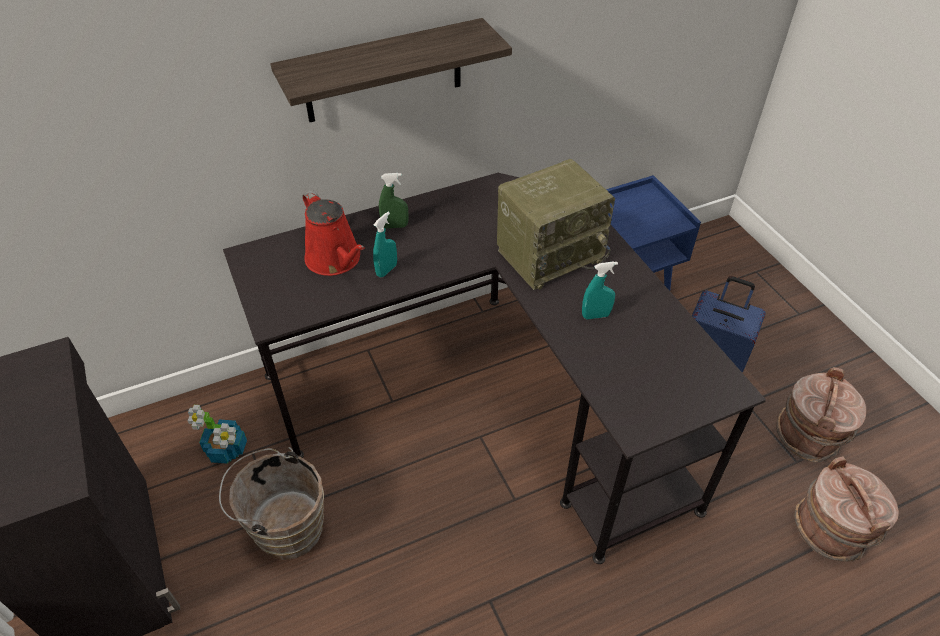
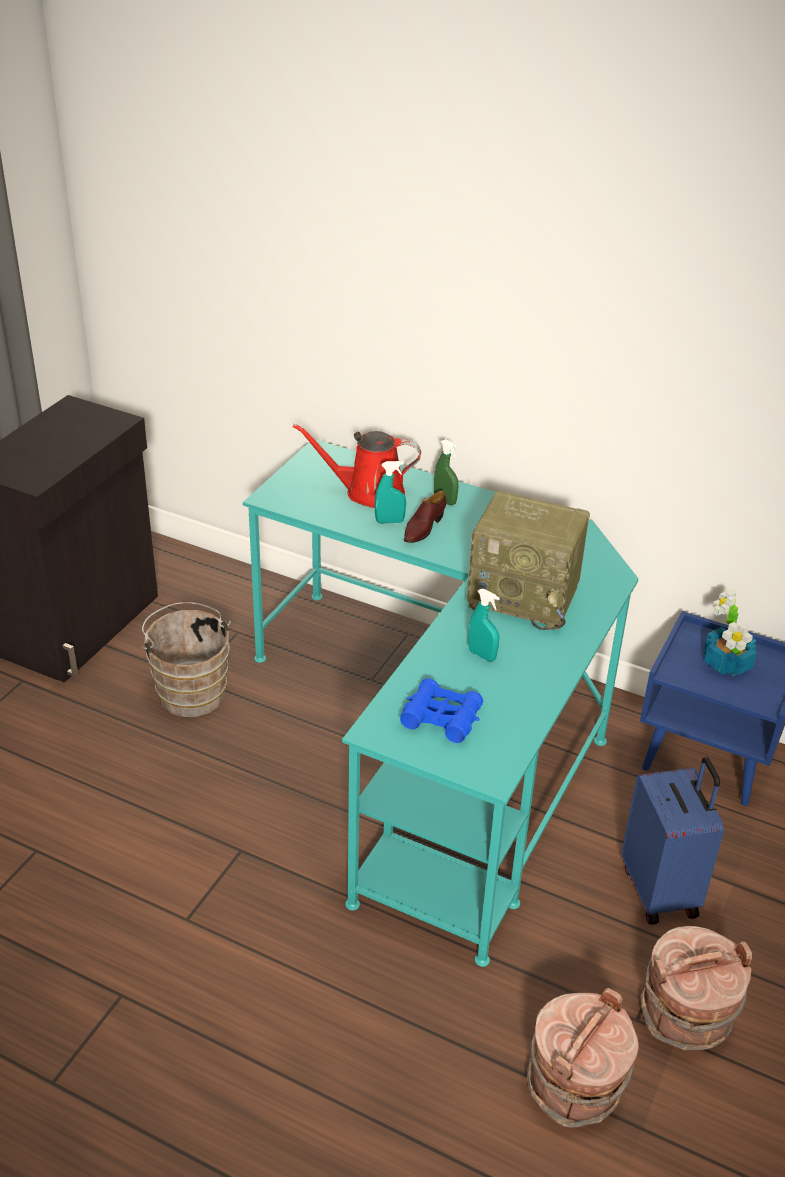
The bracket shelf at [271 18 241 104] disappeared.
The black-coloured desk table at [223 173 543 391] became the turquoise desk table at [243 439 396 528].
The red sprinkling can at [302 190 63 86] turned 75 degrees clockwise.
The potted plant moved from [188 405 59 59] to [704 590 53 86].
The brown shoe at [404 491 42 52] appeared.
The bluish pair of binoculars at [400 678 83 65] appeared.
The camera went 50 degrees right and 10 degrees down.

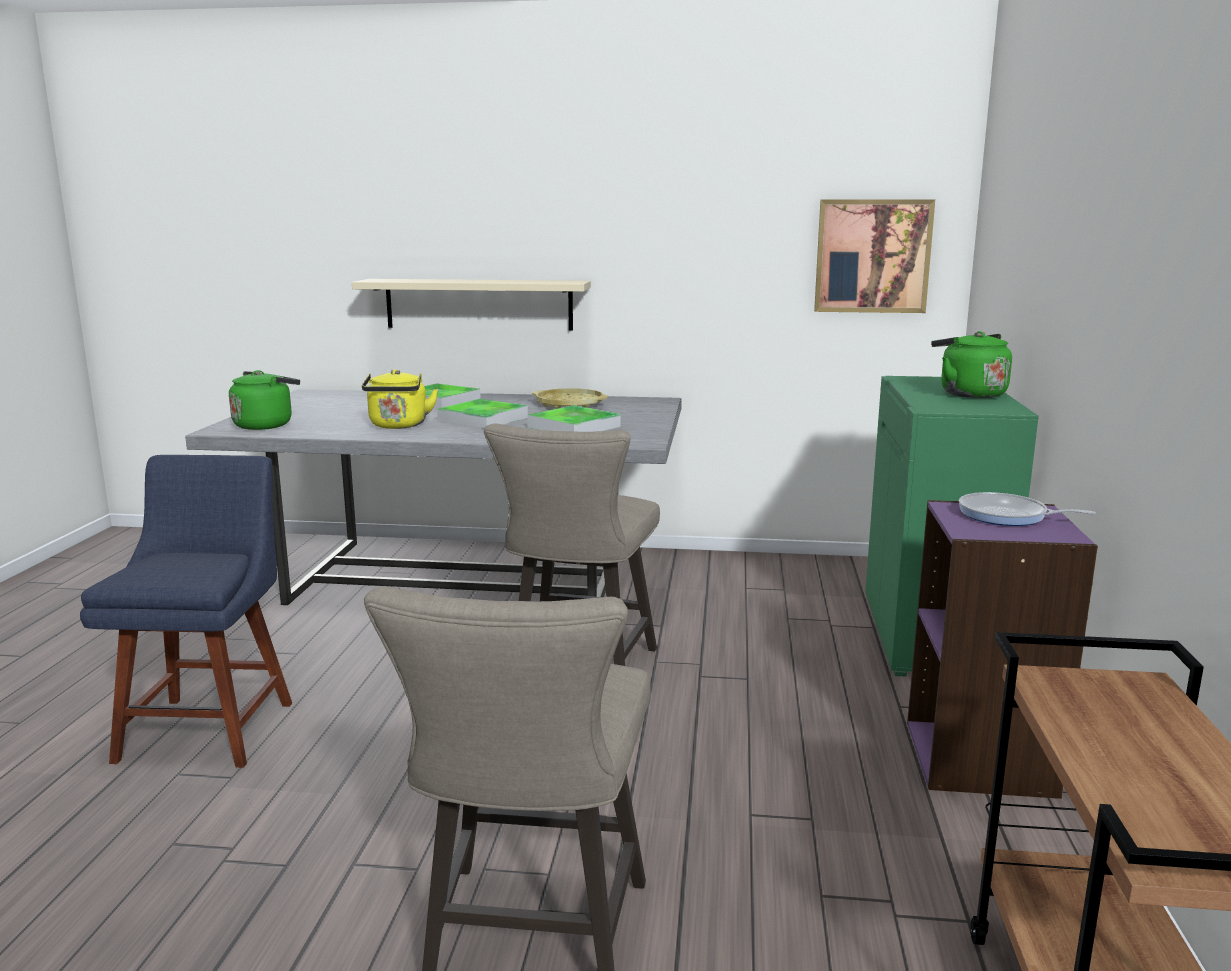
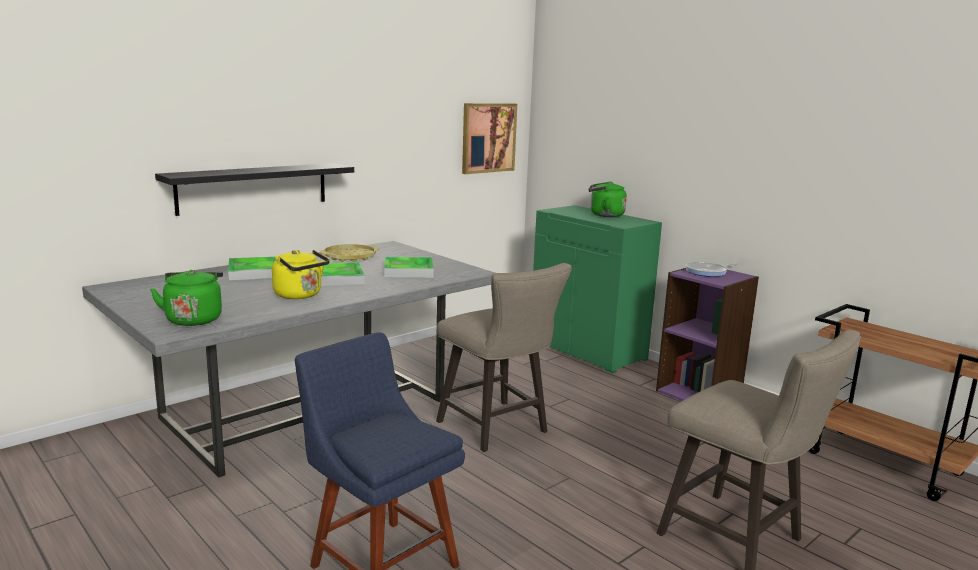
The sand-coloured bracket shelf at [352 279 239 51] became the black-coloured bracket shelf at [155 163 199 53].
The camera went 50 degrees left and 0 degrees up.

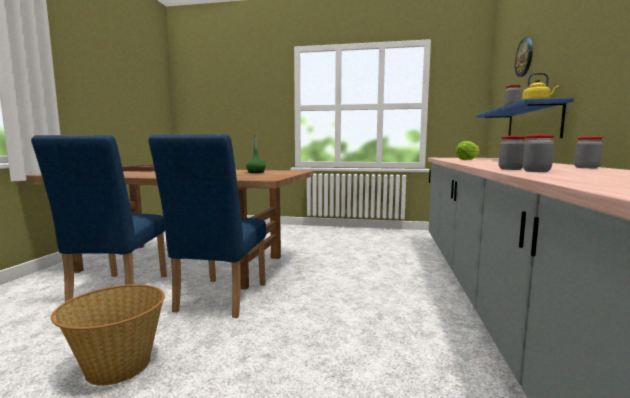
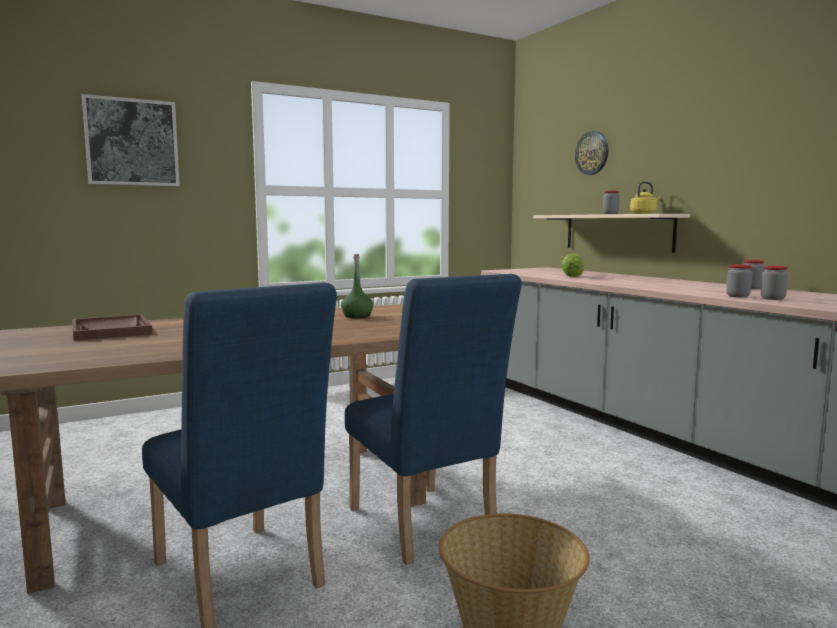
The bluish bracket shelf at [476 98 98 40] became the sand-coloured bracket shelf at [533 214 157 39].
The wall picture at [82 94 98 92] appeared.
The camera went 40 degrees left and 0 degrees up.

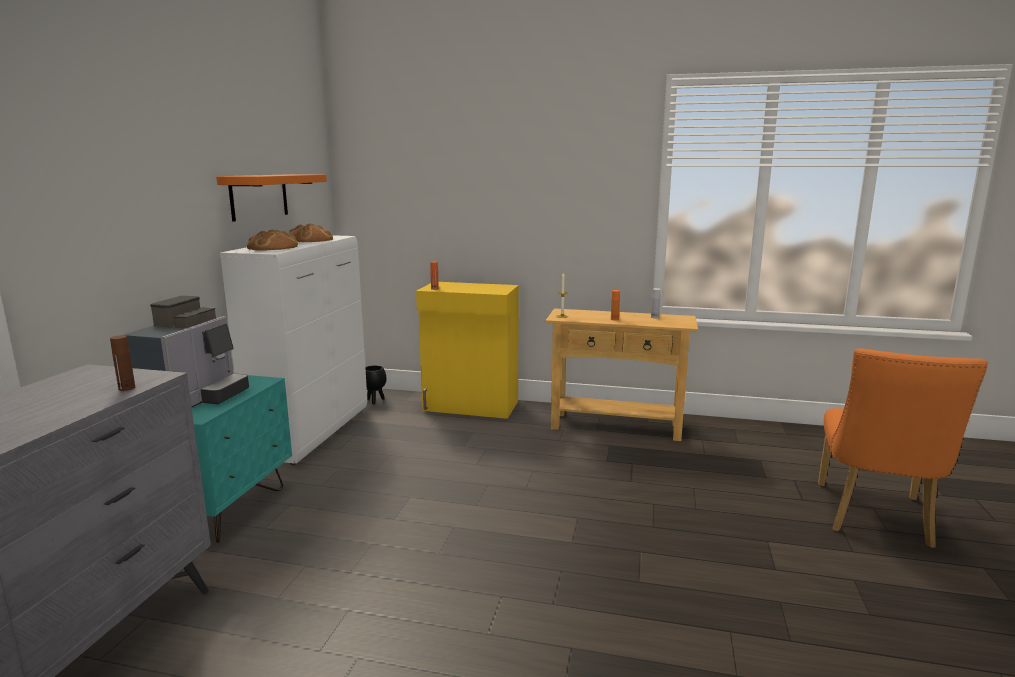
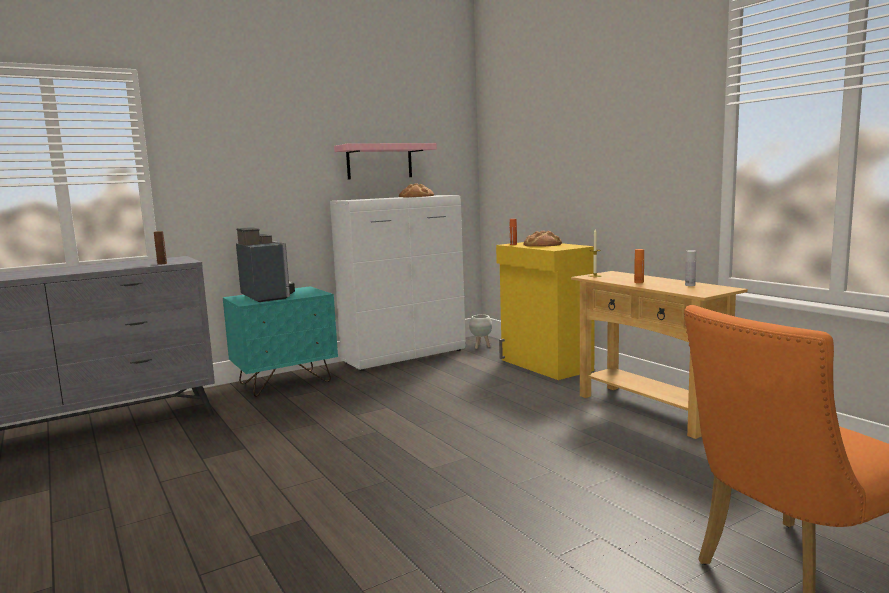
The orange bracket shelf at [216 174 111 48] became the pinkish bracket shelf at [334 143 103 36].
The bakery bread moved from [247 230 51 21] to [524 230 38 17].
The coffee maker at [124 296 125 112] turned 90 degrees counterclockwise.
The black-coloured plant pot at [365 365 22 39] became the white plant pot at [469 315 23 34].
The camera went 45 degrees right and 5 degrees down.

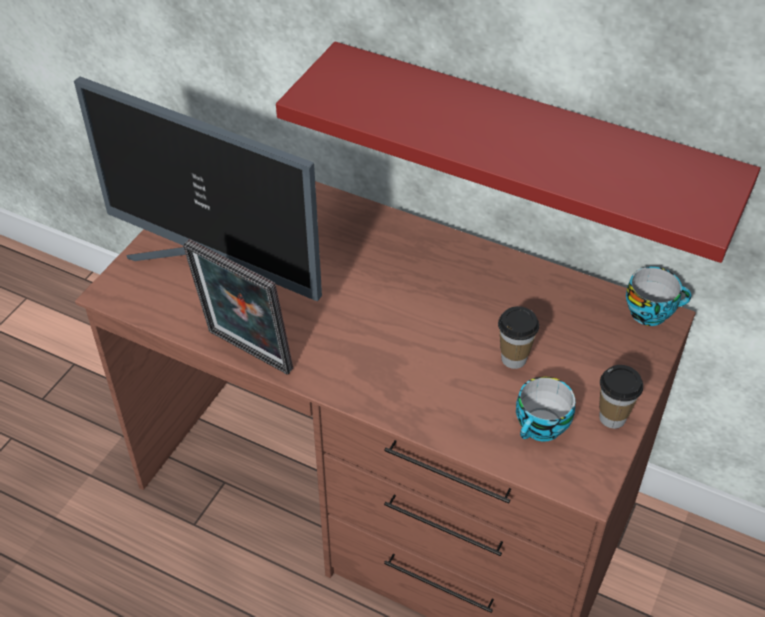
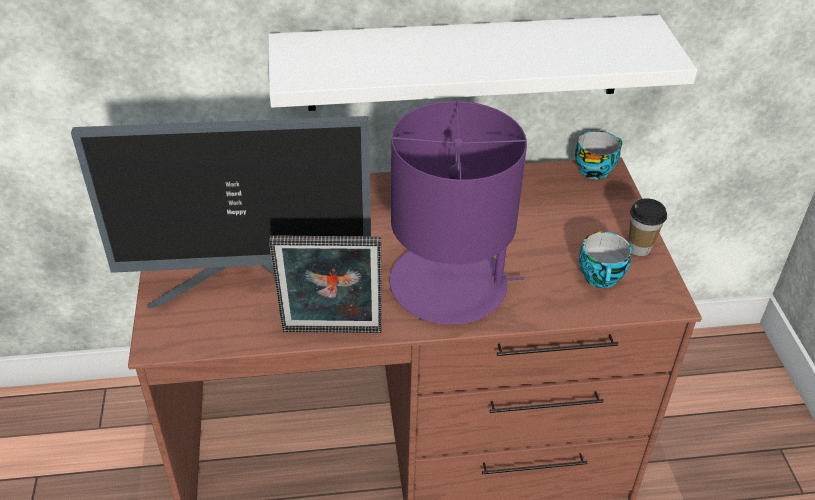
The red bracket shelf at [276 41 484 222] became the white bracket shelf at [268 15 429 96].
The cup at [498 306 41 63] disappeared.
The purple-coloured lamp for a table at [389 101 138 223] appeared.
The camera went 35 degrees left and 5 degrees down.

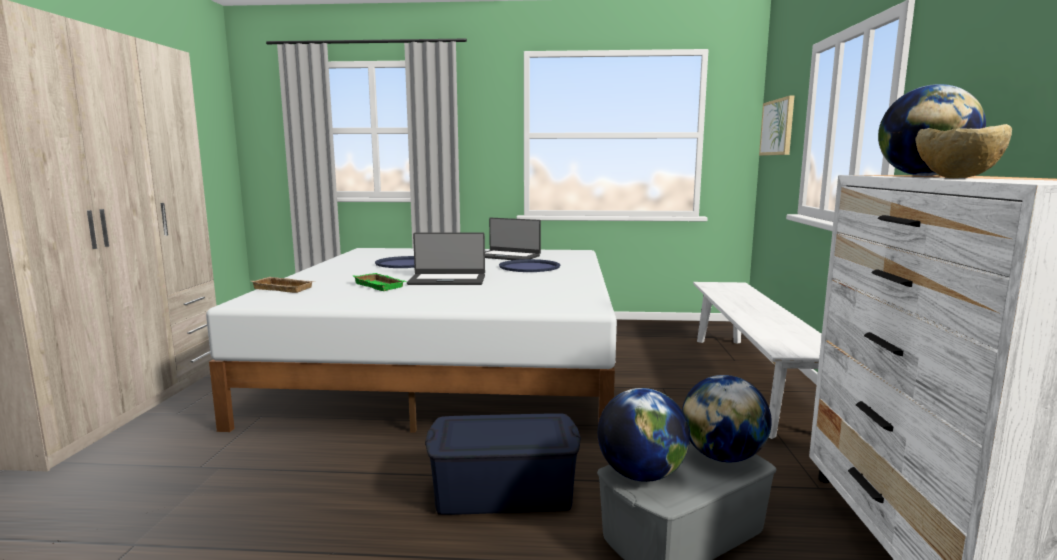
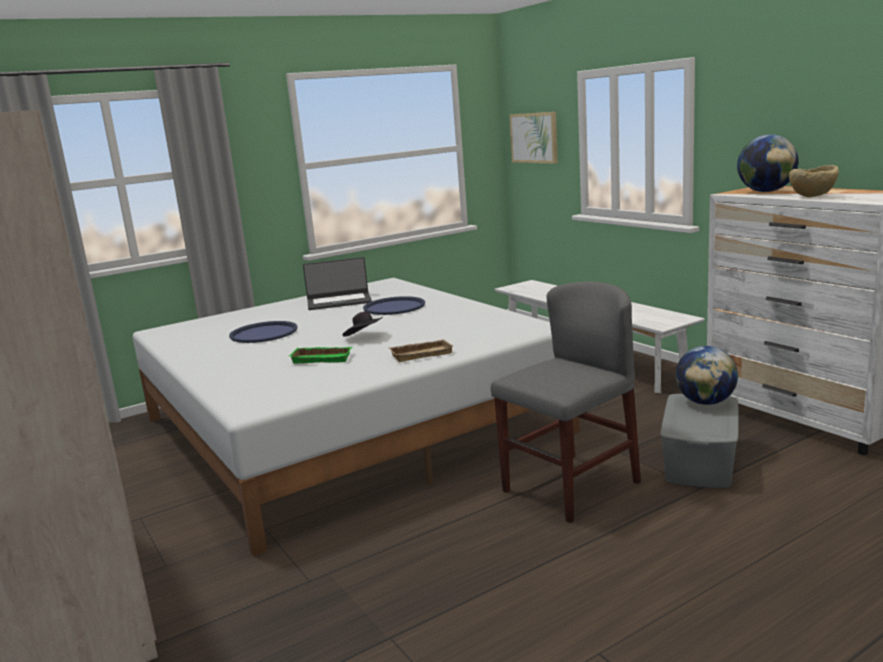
The notebook computer at [407 233 78 52] was replaced by the black-coloured hat at [343 311 40 26].
The sand-coloured tray moved from [251 277 65 16] to [388 339 65 23].
The desk globe at [598 388 92 94] disappeared.
The bluish storage bin at [425 413 156 102] was replaced by the gray plain chair at [491 282 150 241].
The camera went 35 degrees left and 5 degrees up.

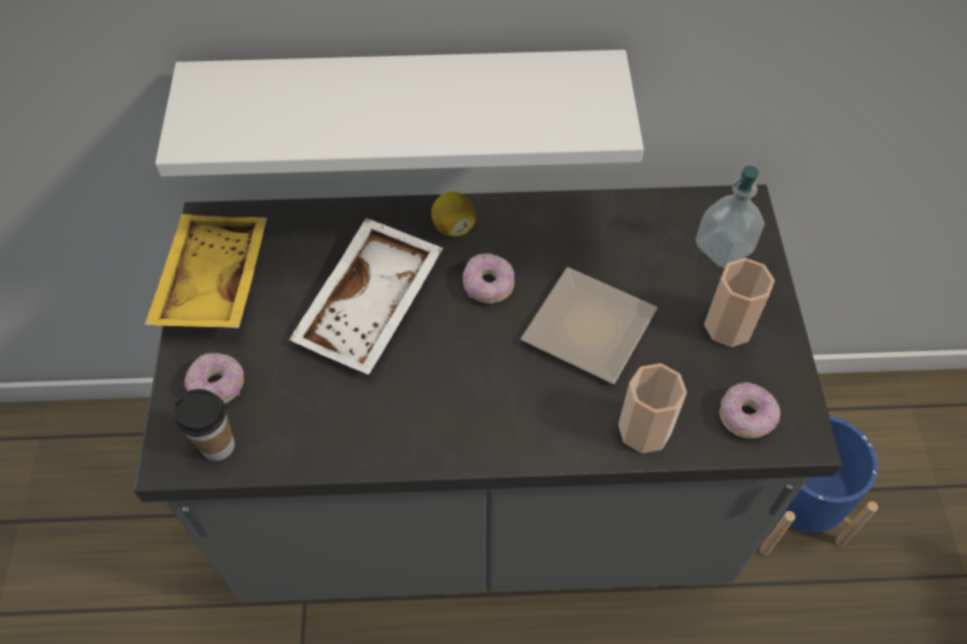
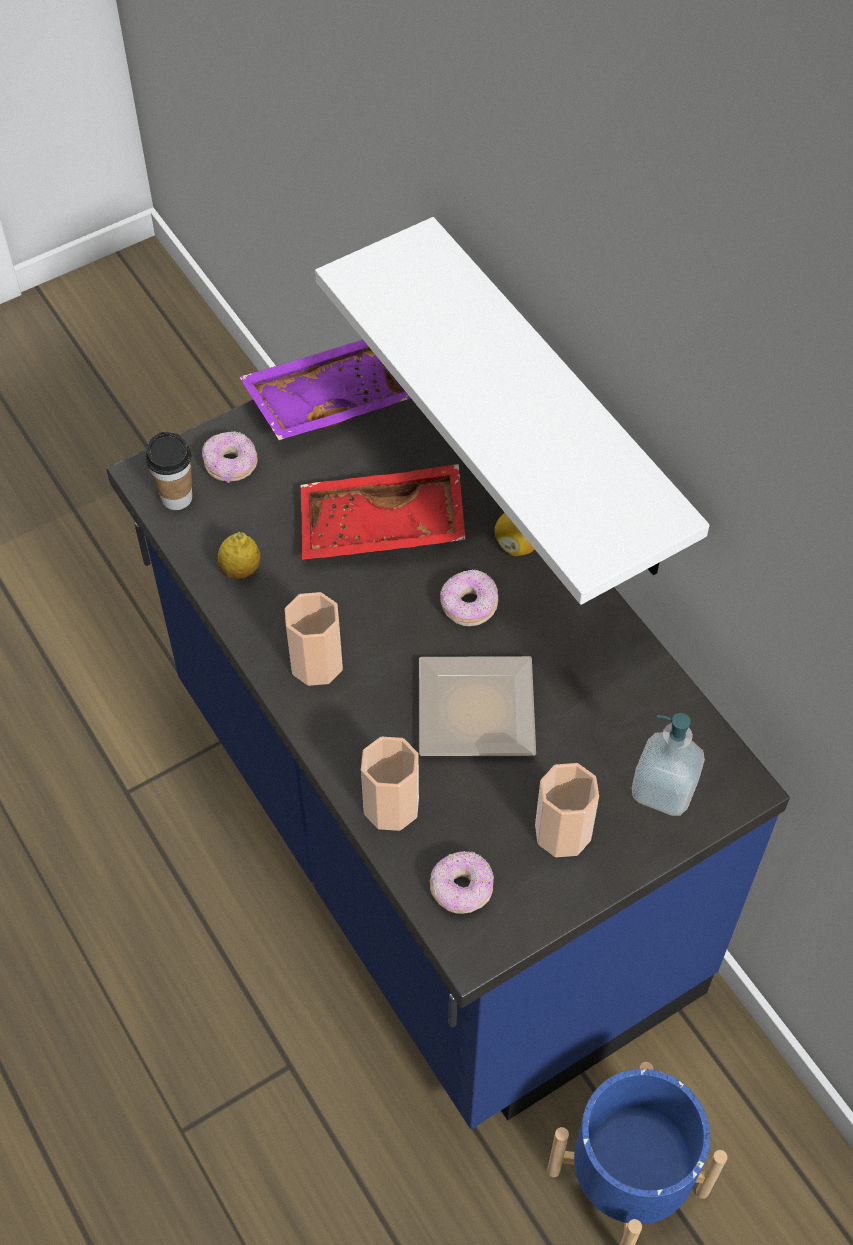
The gray counter at [134 185 708 417] became the bluish counter at [106 399 684 730].
The yellow tray at [144 214 123 114] became the purple-coloured tray at [239 339 172 101].
The white tray at [289 218 154 157] became the red tray at [301 464 165 96].
The lemon at [218 532 42 47] appeared.
The cup at [285 592 58 94] appeared.
The camera went 60 degrees right and 0 degrees up.

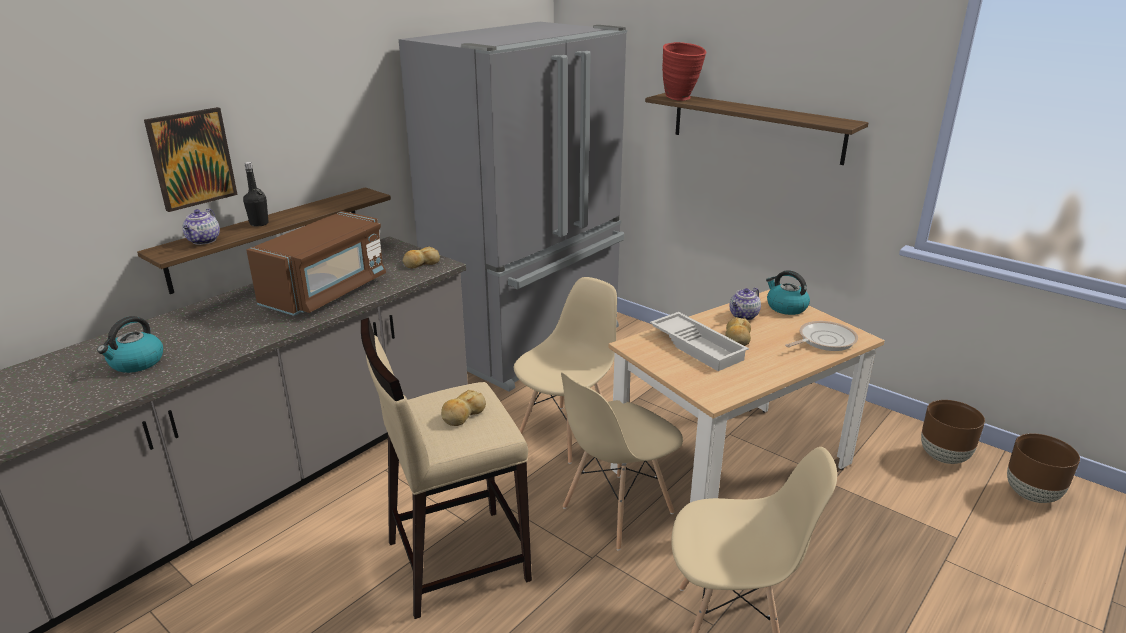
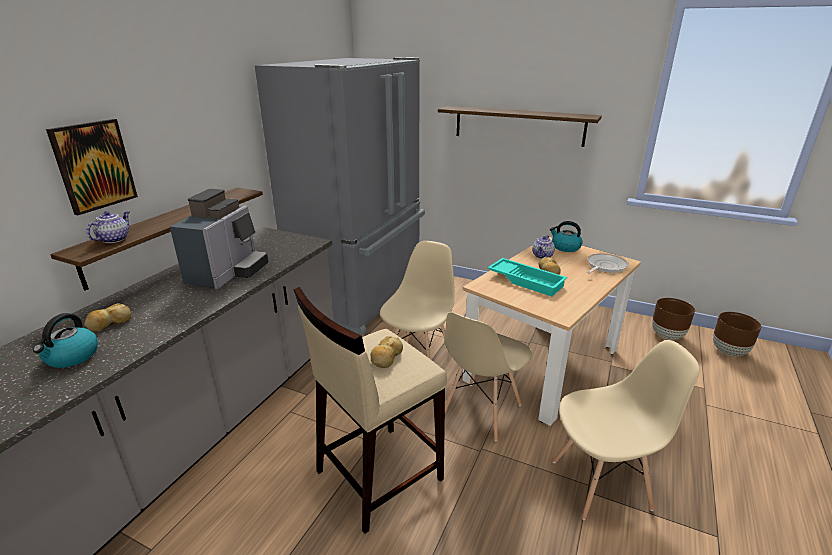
The red flower vase at [662 42 44 59] disappeared.
The black-coloured beverage bottle at [243 162 26 65] disappeared.
The teapot at [182 208 38 37] turned 150 degrees counterclockwise.
The brown microwave oven at [246 211 140 105] was replaced by the coffee maker at [170 189 98 100].
The bakery bread moved from [402 246 38 22] to [84 303 48 29].
The white tray at [650 312 99 59] became the turquoise tray at [488 258 79 38].
The camera went 15 degrees left and 0 degrees up.

